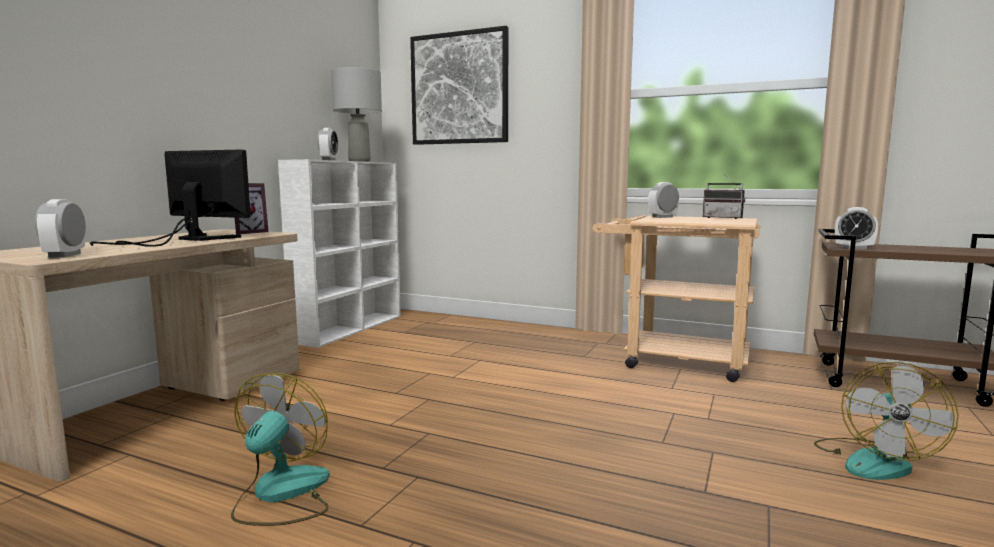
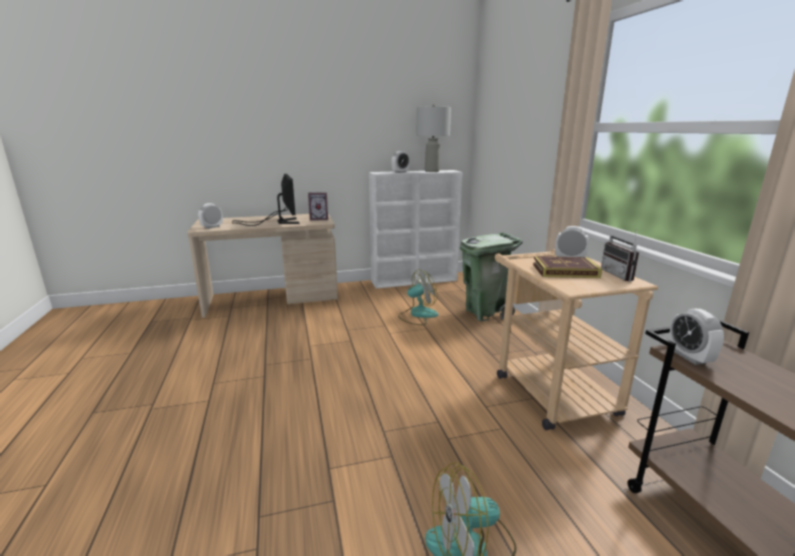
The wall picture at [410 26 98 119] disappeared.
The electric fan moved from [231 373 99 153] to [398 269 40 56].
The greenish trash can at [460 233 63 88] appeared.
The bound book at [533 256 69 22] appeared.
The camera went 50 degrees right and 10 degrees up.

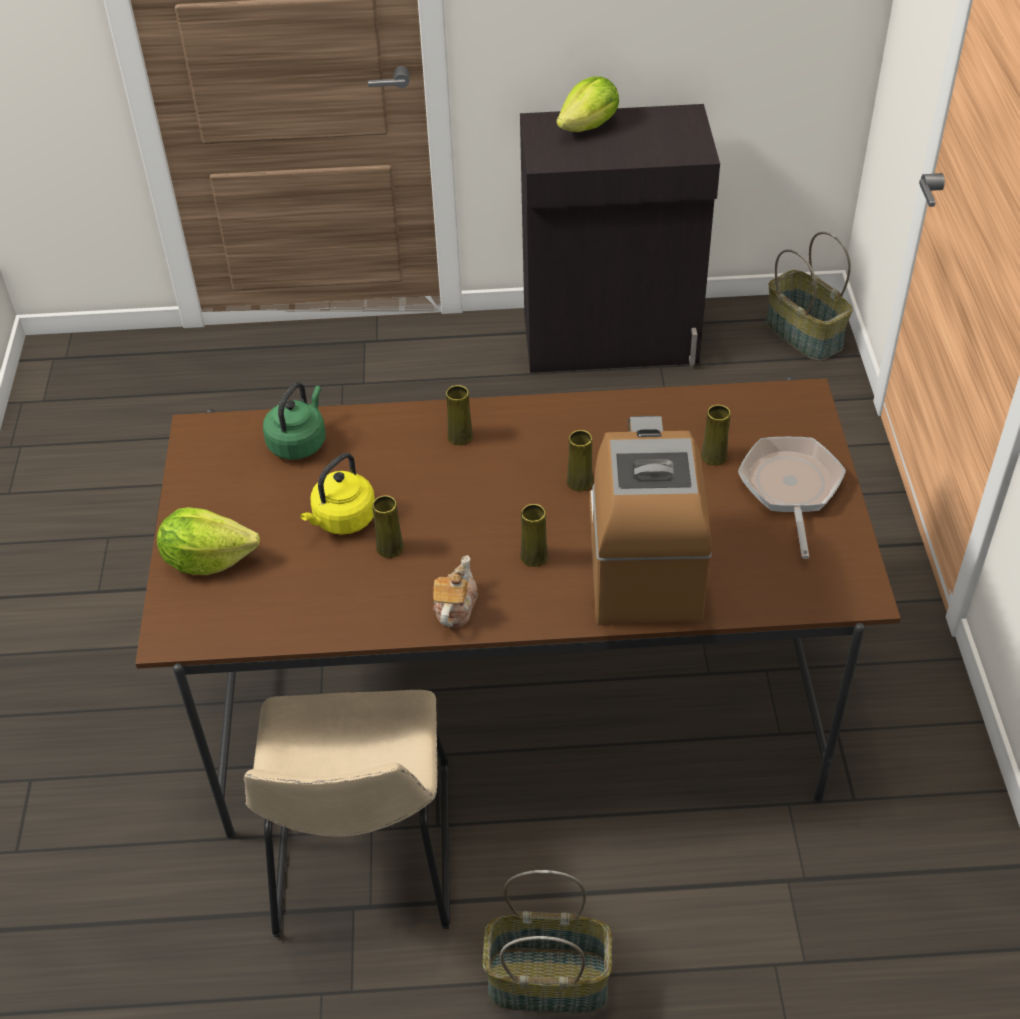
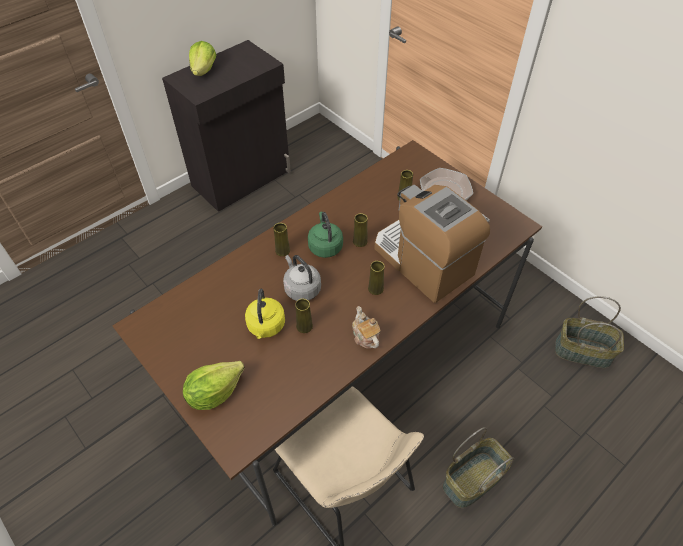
The basket moved from [766 232 86 129] to [555 296 69 72].
The greenish kettle moved from [263 382 63 78] to [308 211 35 47].
The gray kettle at [283 255 38 46] appeared.
The camera went 40 degrees left and 5 degrees up.

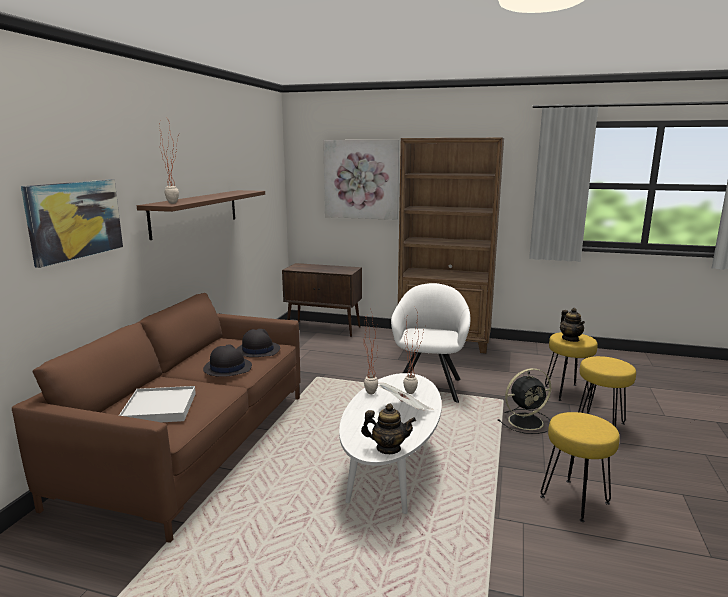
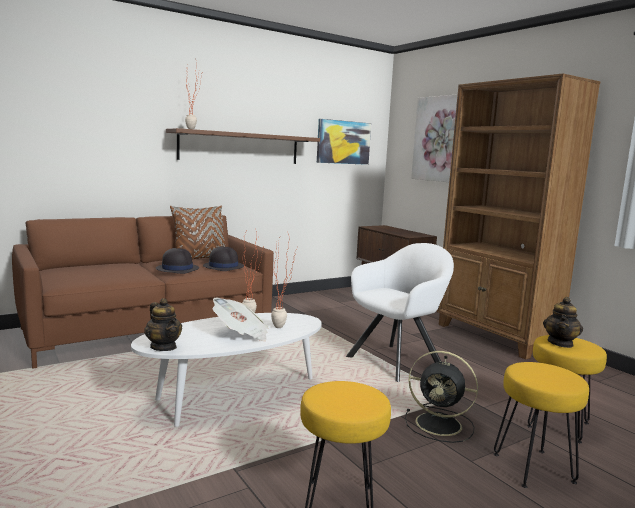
The wall picture moved from [21 179 102 89] to [317 119 54 46].
The white tray at [119 386 77 36] disappeared.
The brown cushion at [170 205 56 54] appeared.
The camera went 40 degrees right and 5 degrees down.

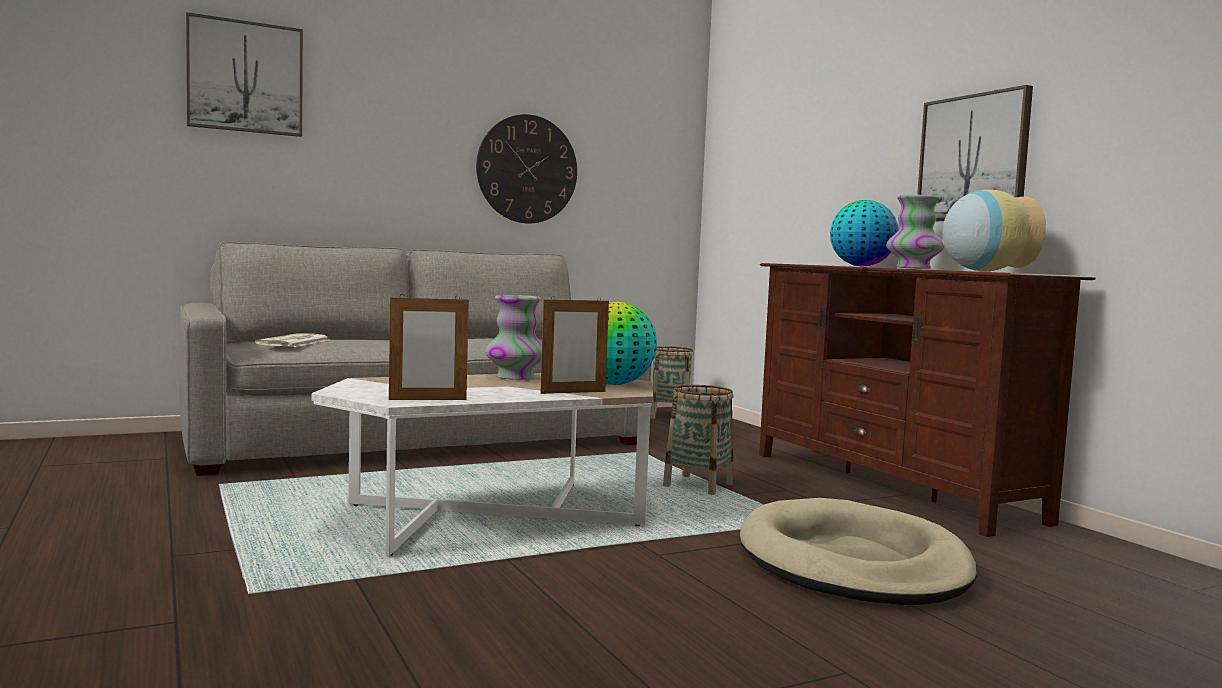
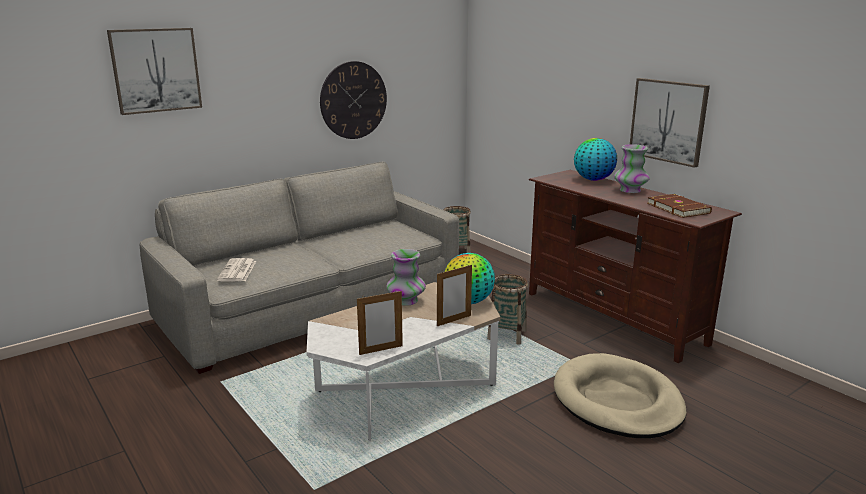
The flower vase at [942 189 104 82] was replaced by the brown bound book at [647 194 65 24].
The camera went 10 degrees left and 15 degrees up.

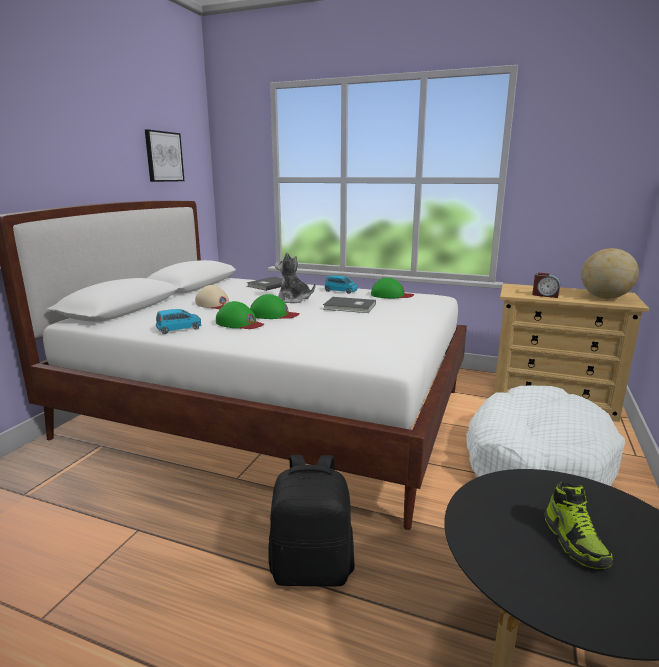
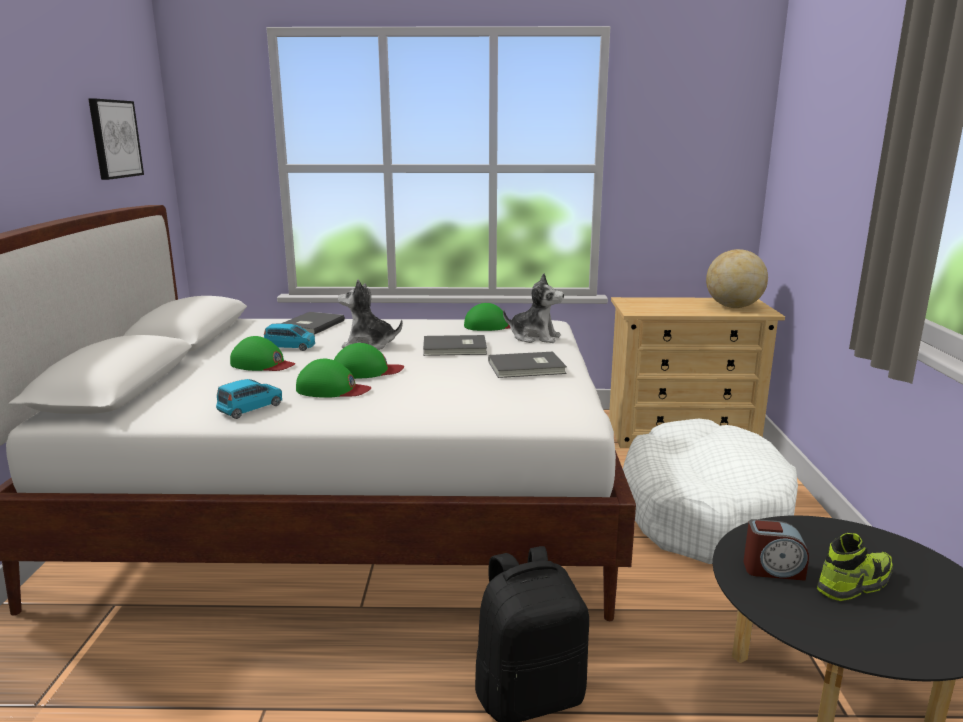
The table clock moved from [532 273 28 25] to [744 519 65 62].
The bluish toy car moved from [325 275 32 19] to [264 324 51 27].
The sand-coloured peaked cap at [195 285 34 24] became the greenish peaked cap at [230 336 65 35].
The shoe at [545 482 68 87] turned 90 degrees counterclockwise.
The cuddly toy at [503 273 61 70] appeared.
The gray bound book at [488 352 79 26] appeared.
The camera went 20 degrees left and 0 degrees up.

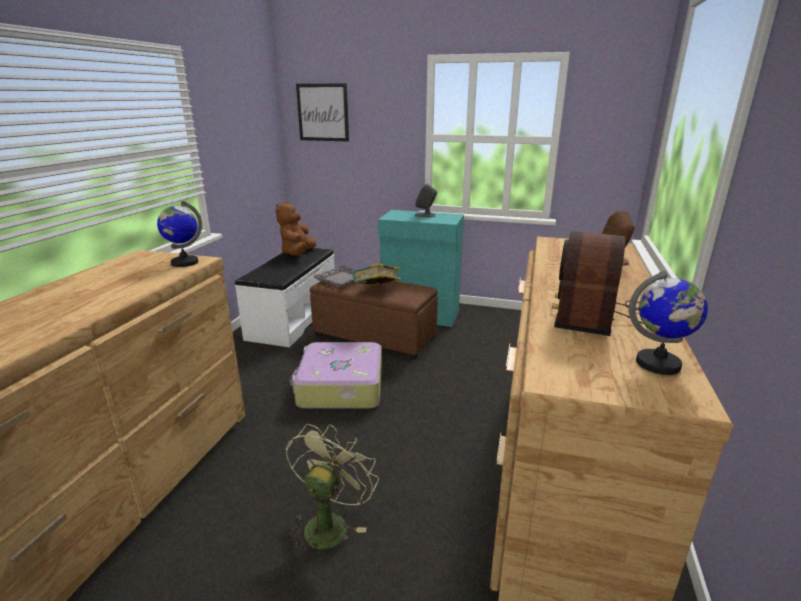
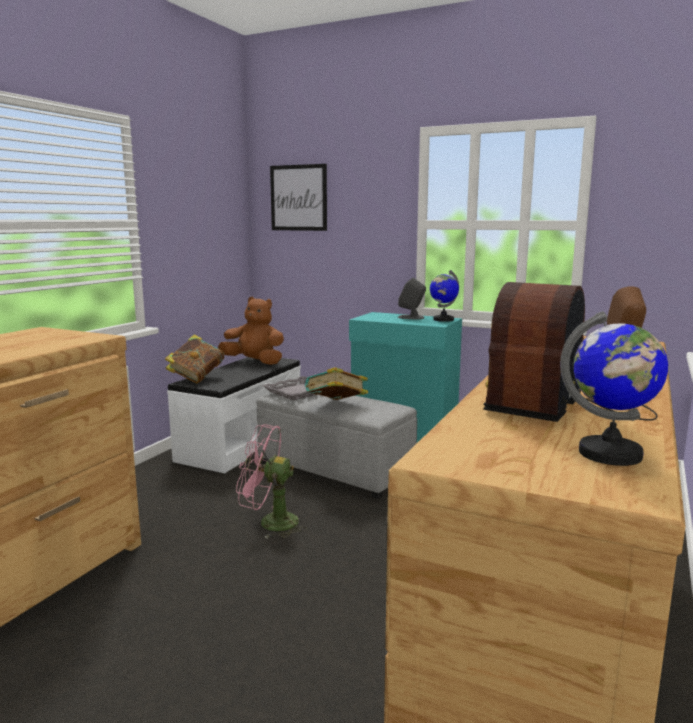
The desk globe moved from [157 201 45 66] to [430 270 29 52].
The brown cuddly toy at [276 202 40 53] turned 90 degrees clockwise.
The brown footrest at [310 272 128 88] became the gray footrest at [256 393 161 106].
The travel case at [290 342 92 67] was replaced by the pinkish electric fan at [236 424 71 115].
The greenish electric fan at [286 424 93 132] disappeared.
The bound book at [165 334 59 49] appeared.
The camera went 10 degrees right and 10 degrees down.

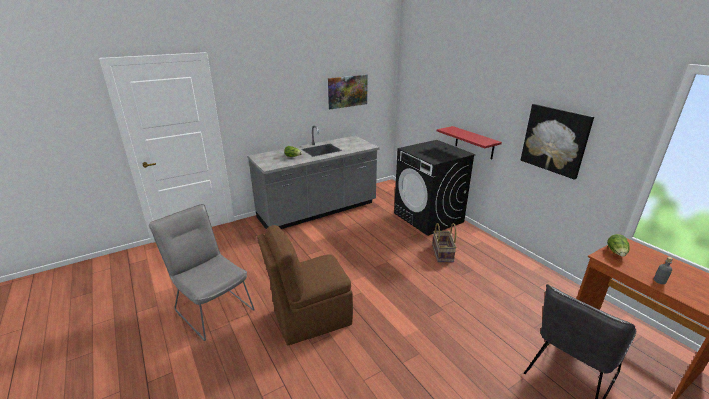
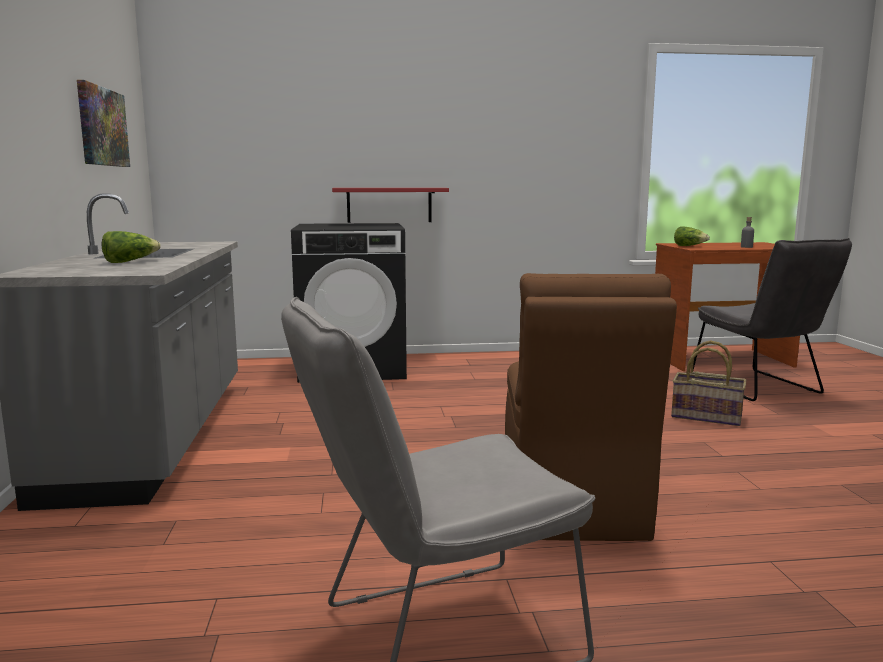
The wall picture at [521 104 73 76] disappeared.
The basket moved from [432 223 24 39] to [671 340 75 86].
The camera went 65 degrees left and 15 degrees down.

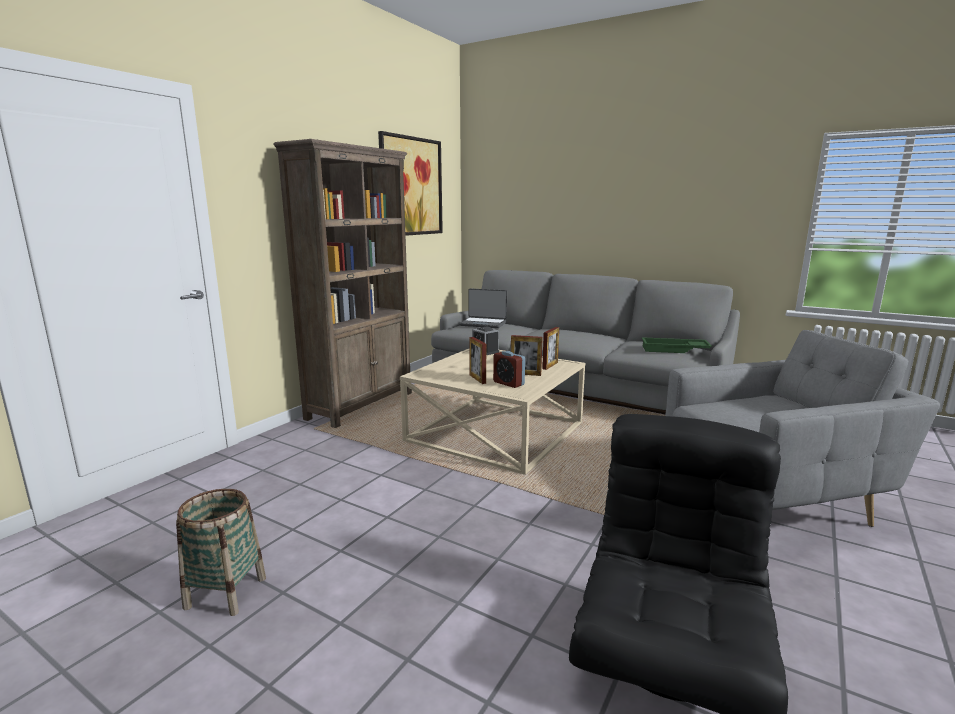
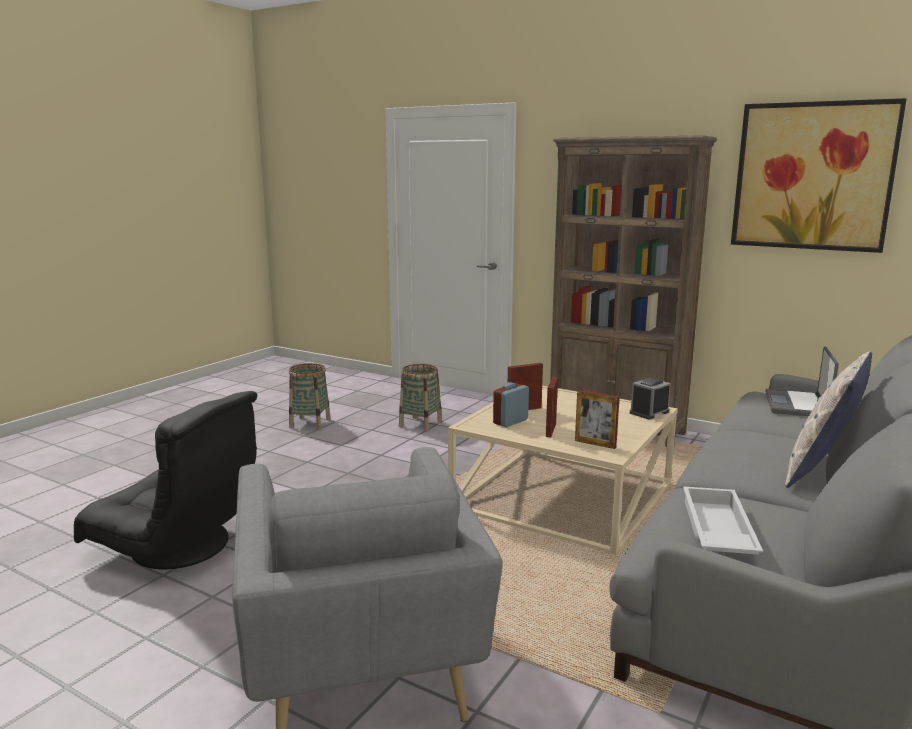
The greenish tray at [642 337 70 16] became the white tray at [683 486 80 69].
The cushion at [785 351 87 137] appeared.
The basket at [399 364 43 68] appeared.
The camera went 90 degrees right and 0 degrees up.

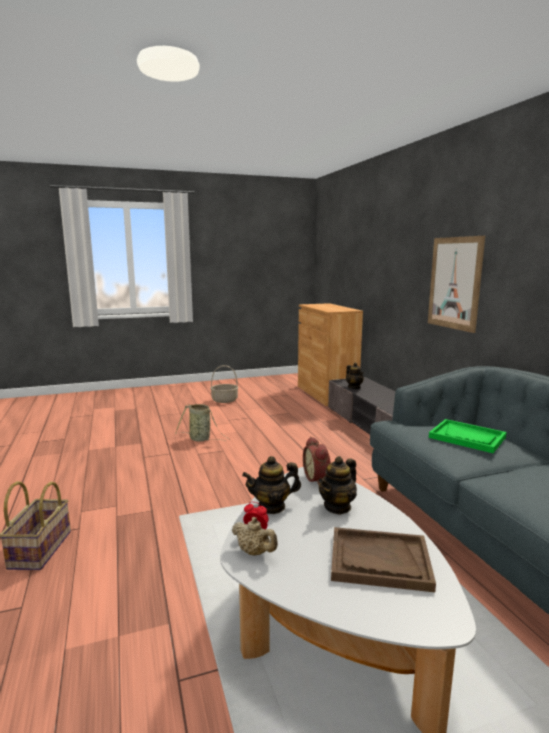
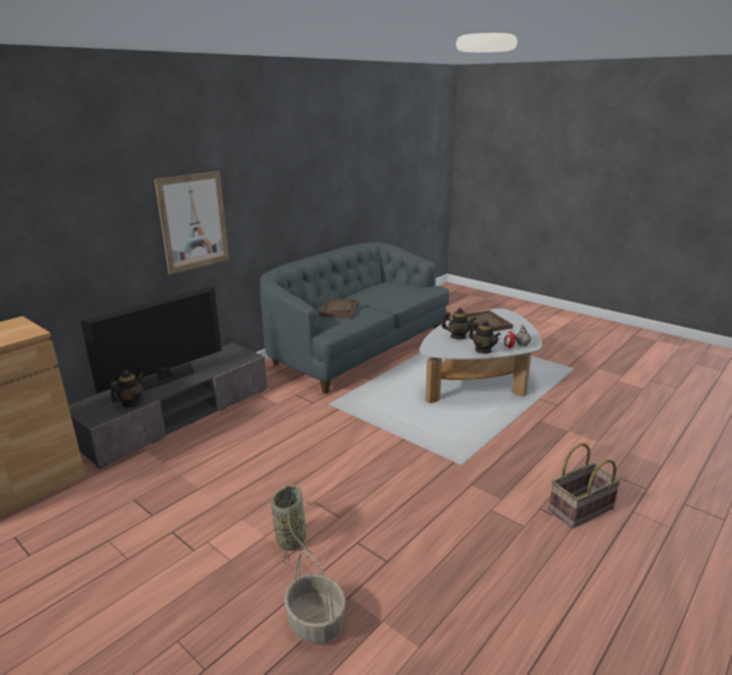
The basket moved from [210 365 29 38] to [284 550 62 94].
The greenish tray at [429 419 78 34] became the brown tray at [319 298 40 20].
The table clock at [303 437 28 48] disappeared.
The TV set at [80 286 142 107] appeared.
The camera went 120 degrees left and 10 degrees up.

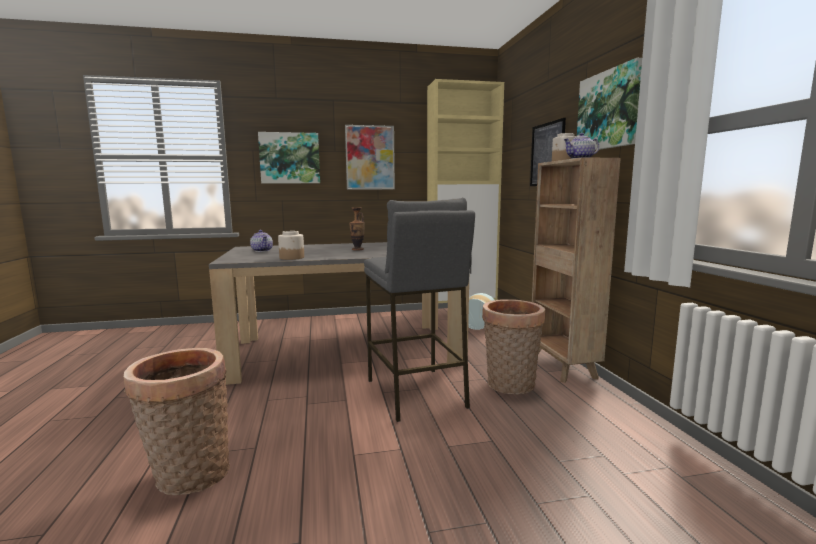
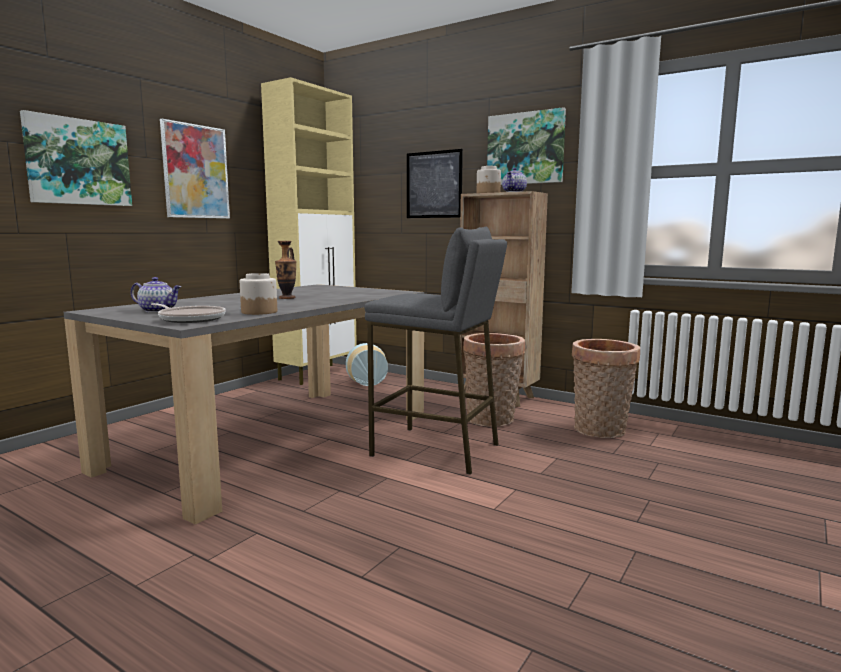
The basket moved from [124 348 105 147] to [572 339 68 99].
The frying pan at [151 303 75 20] appeared.
The camera went 45 degrees left and 0 degrees up.

